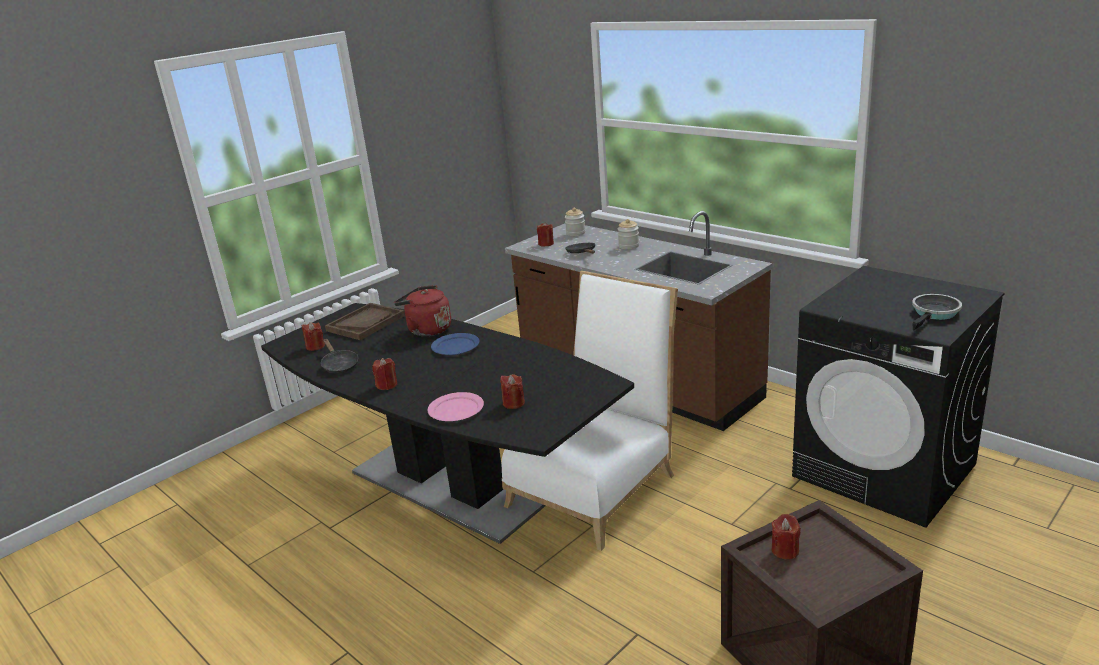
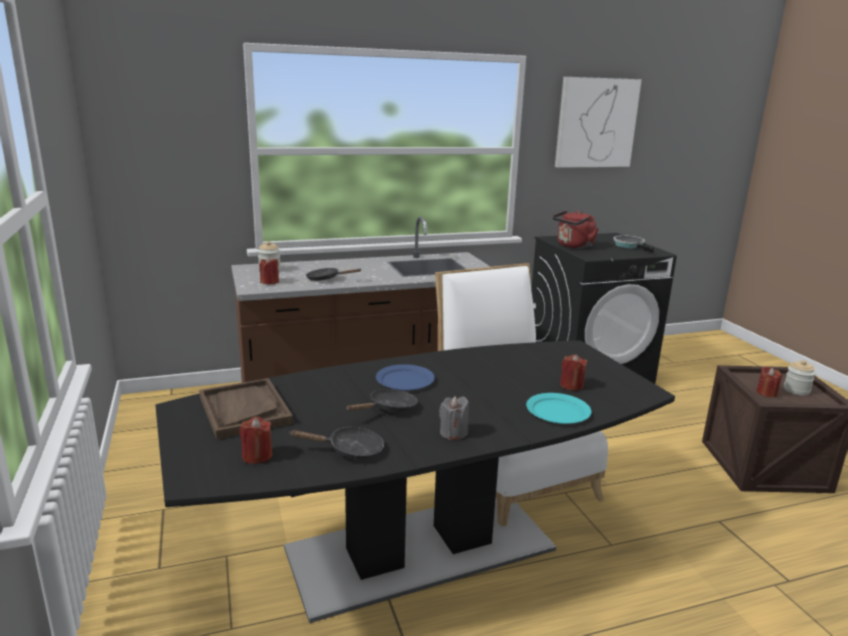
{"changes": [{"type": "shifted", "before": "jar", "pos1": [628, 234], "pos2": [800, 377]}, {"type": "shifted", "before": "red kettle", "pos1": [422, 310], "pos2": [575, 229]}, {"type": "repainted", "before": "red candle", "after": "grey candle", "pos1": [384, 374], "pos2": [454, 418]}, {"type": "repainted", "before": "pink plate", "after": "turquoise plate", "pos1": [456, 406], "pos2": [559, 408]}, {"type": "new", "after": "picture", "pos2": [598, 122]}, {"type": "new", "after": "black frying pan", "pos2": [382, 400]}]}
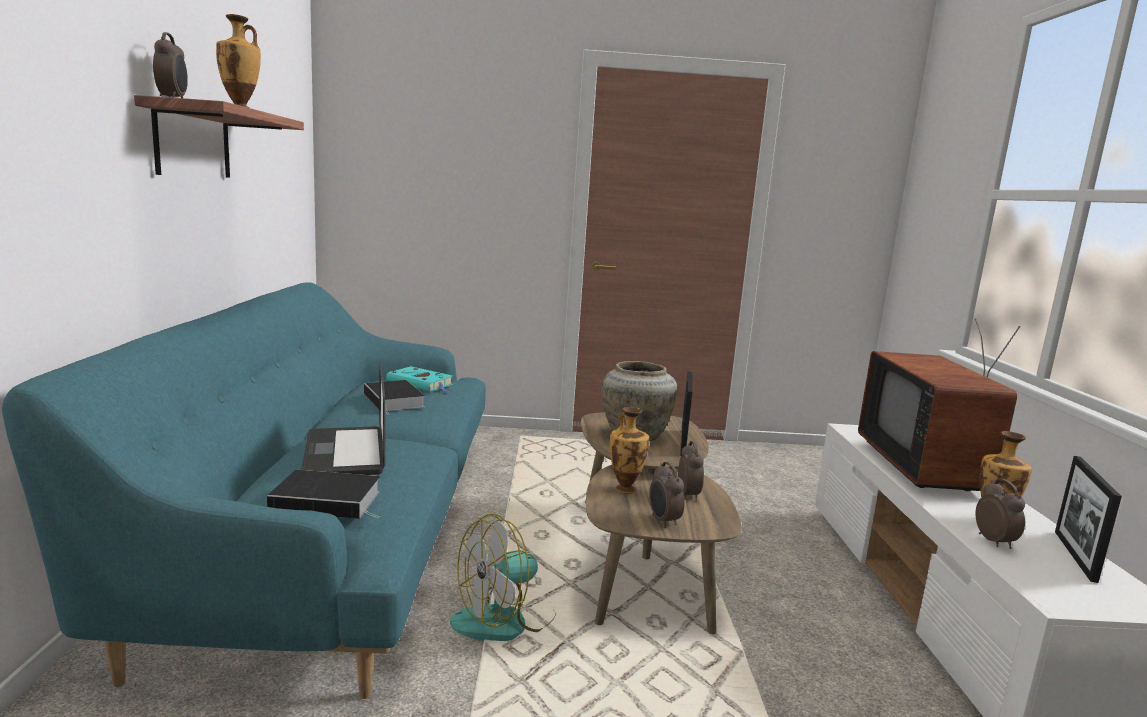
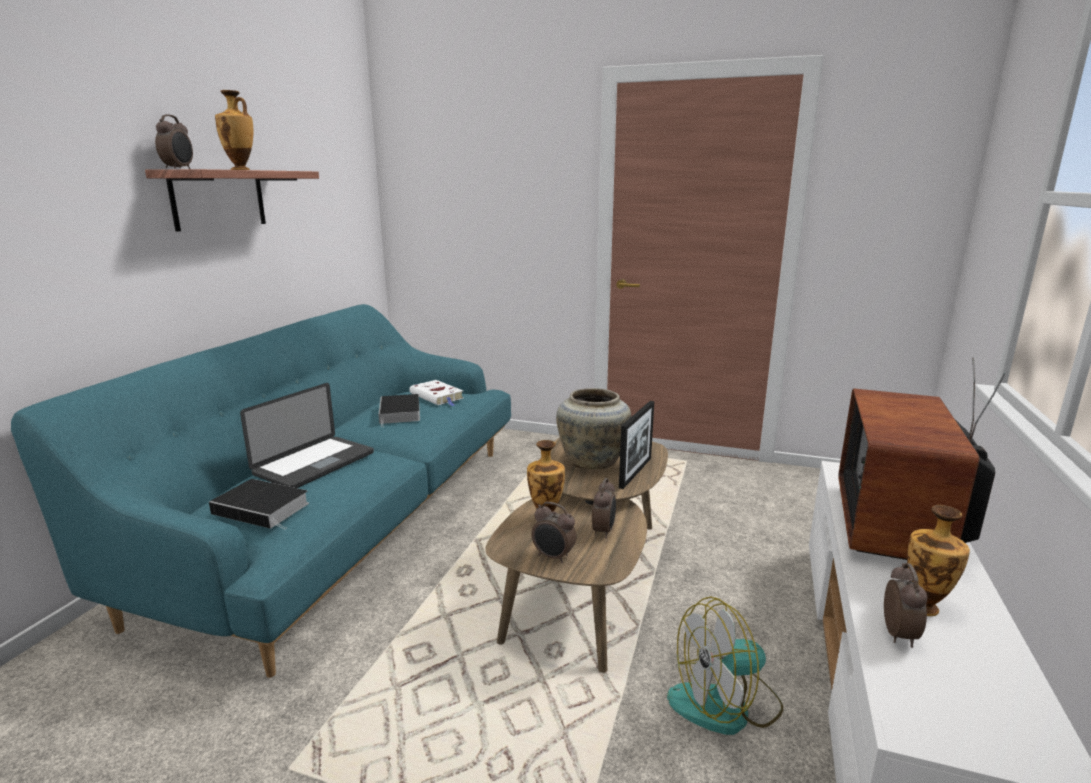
{"changes": [{"type": "rotated", "before": "laptop", "pos1": [343, 419], "pos2": [307, 435], "turn": -150}, {"type": "repainted", "before": "turquoise book", "after": "white book", "pos1": [419, 379], "pos2": [436, 393]}, {"type": "gone", "before": "picture frame", "pos1": [1088, 519]}, {"type": "rotated", "before": "alarm clock", "pos1": [667, 494], "pos2": [553, 532], "turn": -60}, {"type": "shifted", "before": "fan", "pos1": [502, 577], "pos2": [725, 665]}]}
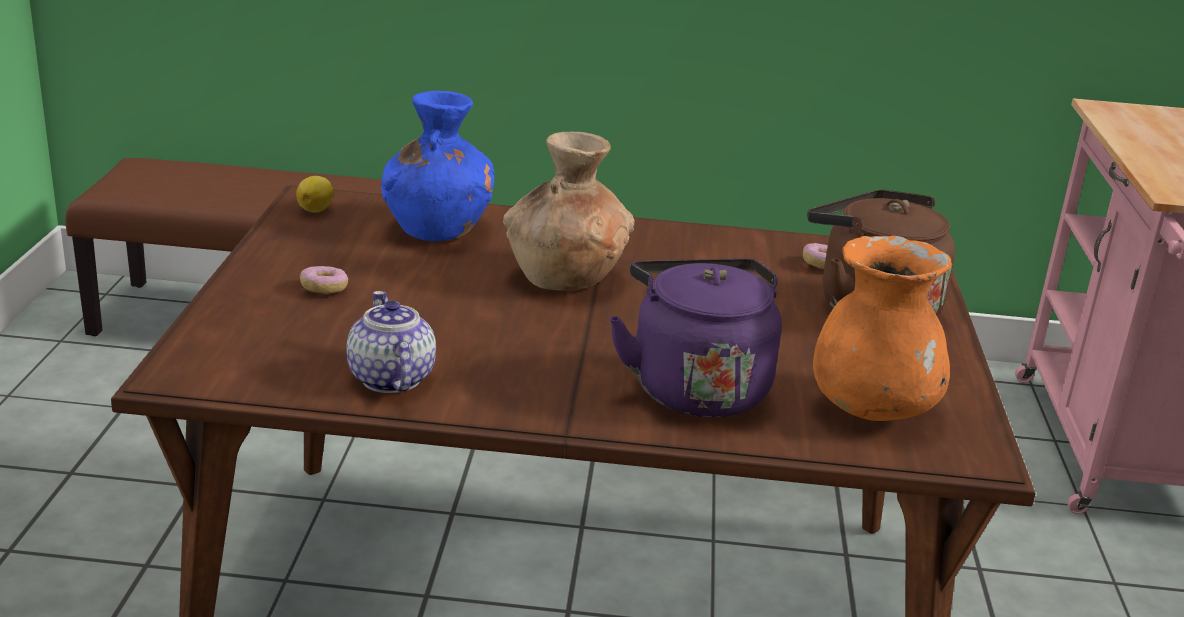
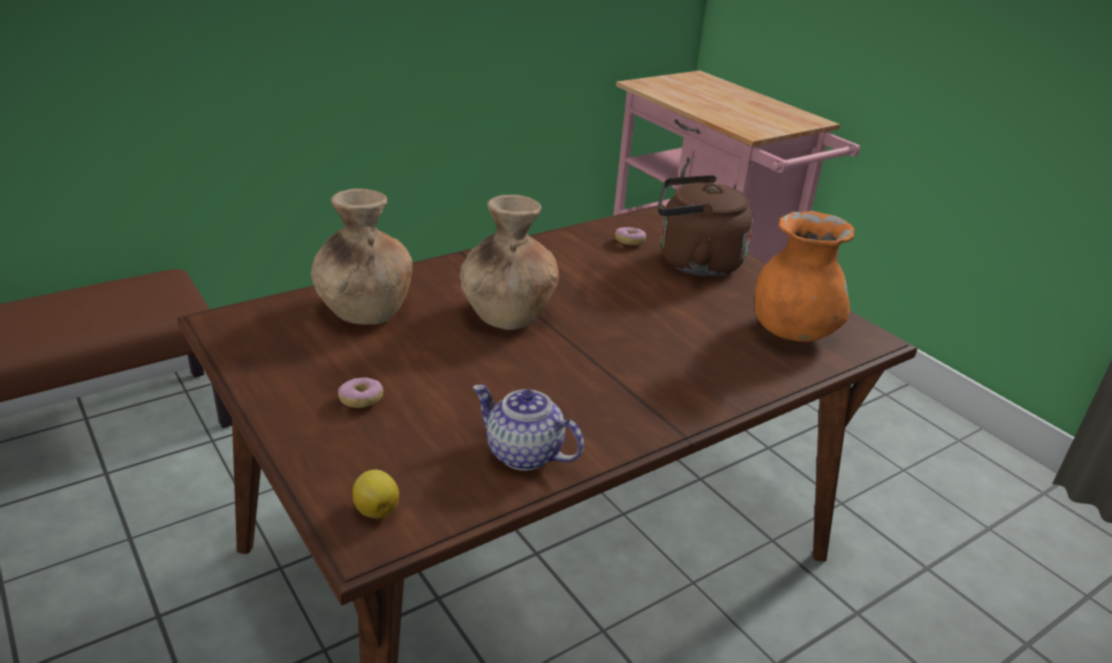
{"changes": [{"type": "repainted", "before": "blue vase", "after": "brown vase", "pos1": [437, 166], "pos2": [362, 256]}, {"type": "shifted", "before": "lemon", "pos1": [315, 194], "pos2": [375, 494]}, {"type": "gone", "before": "purple kettle", "pos1": [695, 337]}]}
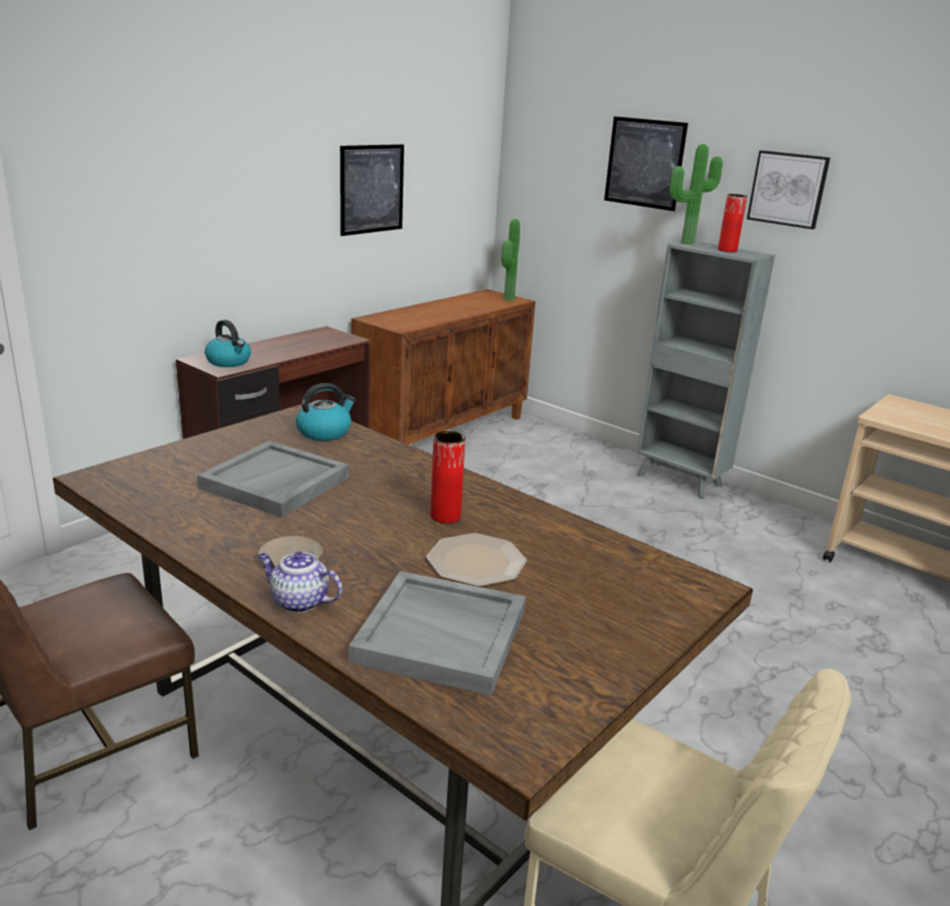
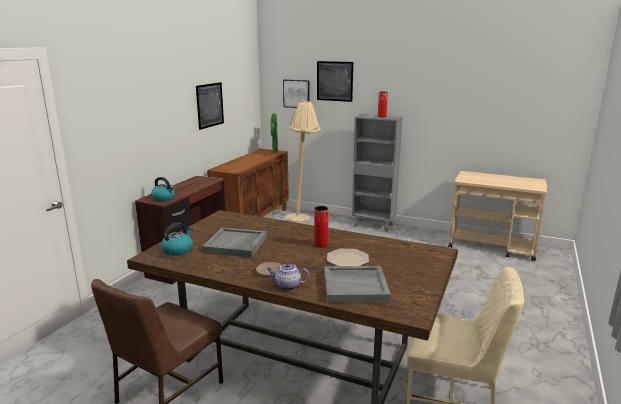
{"changes": [{"type": "gone", "before": "potted plant", "pos1": [696, 194]}, {"type": "shifted", "before": "picture", "pos1": [788, 189], "pos2": [296, 94]}, {"type": "shifted", "before": "kettle", "pos1": [326, 412], "pos2": [177, 239]}, {"type": "new", "after": "beige floor lamp", "pos2": [303, 161]}]}
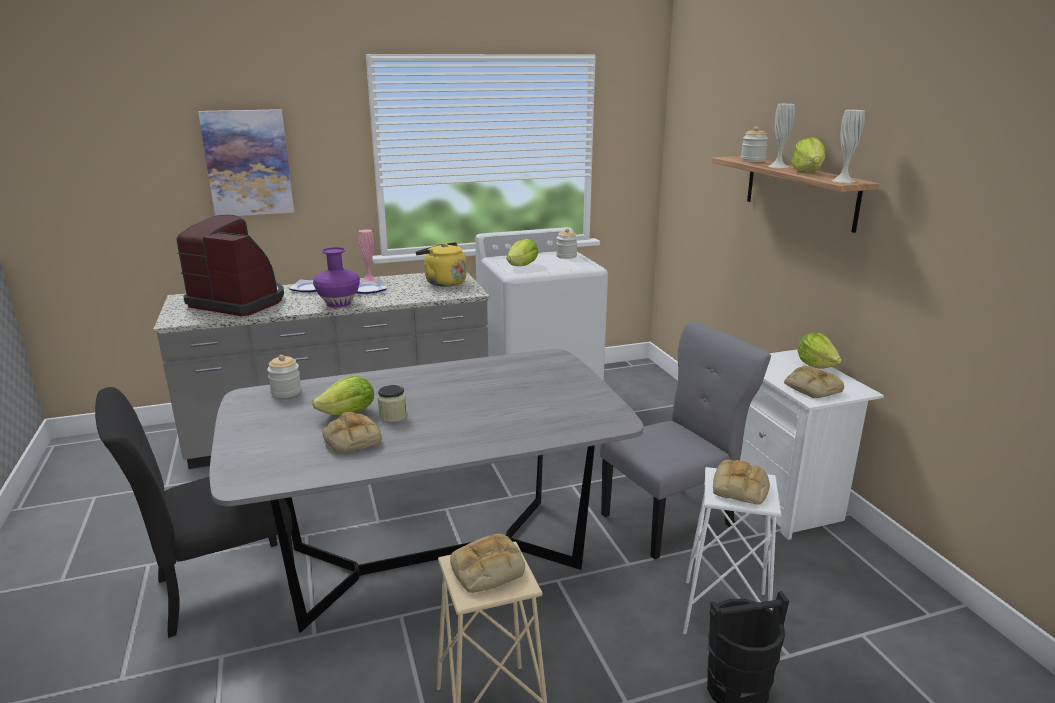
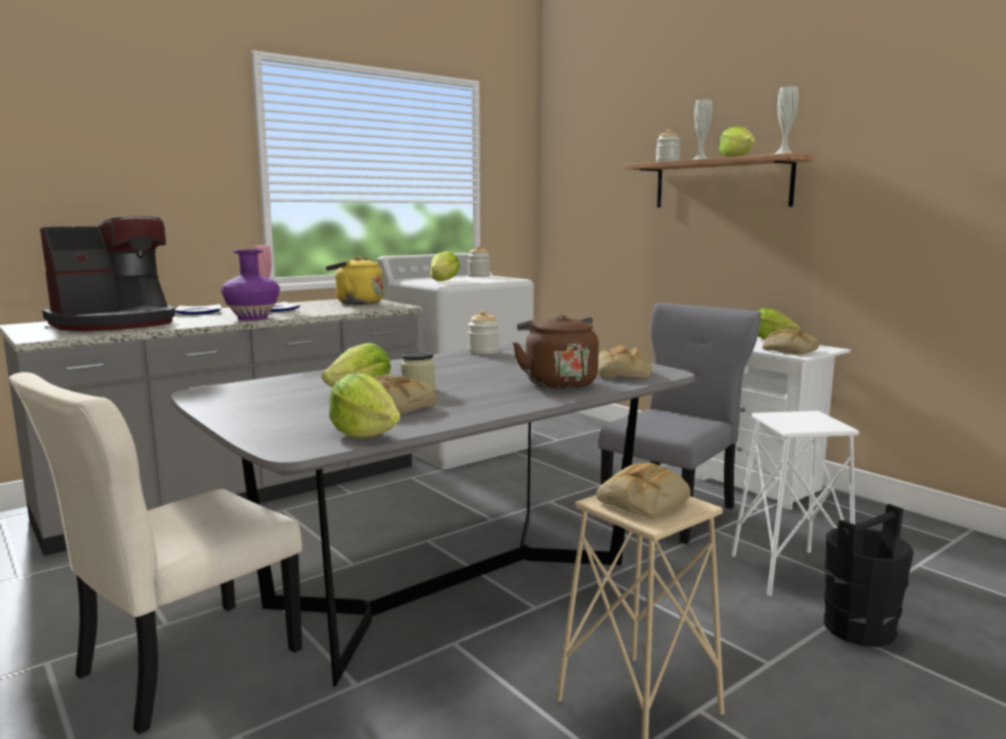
{"changes": [{"type": "gone", "before": "picture", "pos1": [246, 162]}, {"type": "rotated", "before": "coffee machine", "pos1": [230, 265], "pos2": [107, 273], "turn": 135}, {"type": "shifted", "before": "jar", "pos1": [284, 376], "pos2": [483, 332]}, {"type": "repainted", "before": "black chair", "after": "beige chair", "pos1": [195, 512], "pos2": [155, 553]}, {"type": "shifted", "before": "bread", "pos1": [741, 482], "pos2": [624, 361]}, {"type": "new", "after": "brown kettle", "pos2": [556, 351]}, {"type": "new", "after": "lettuce", "pos2": [364, 406]}]}
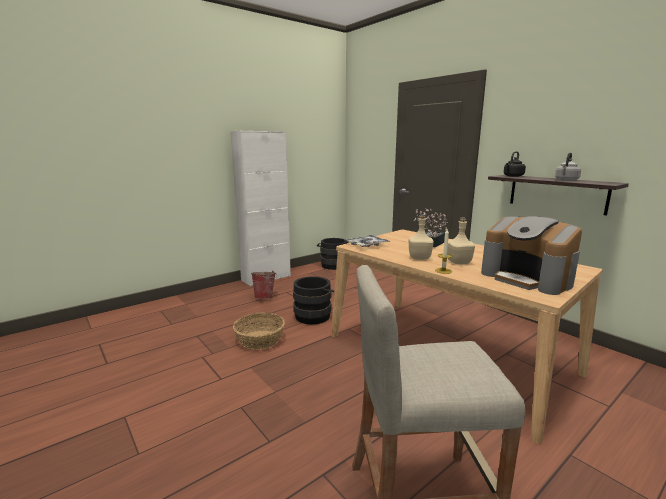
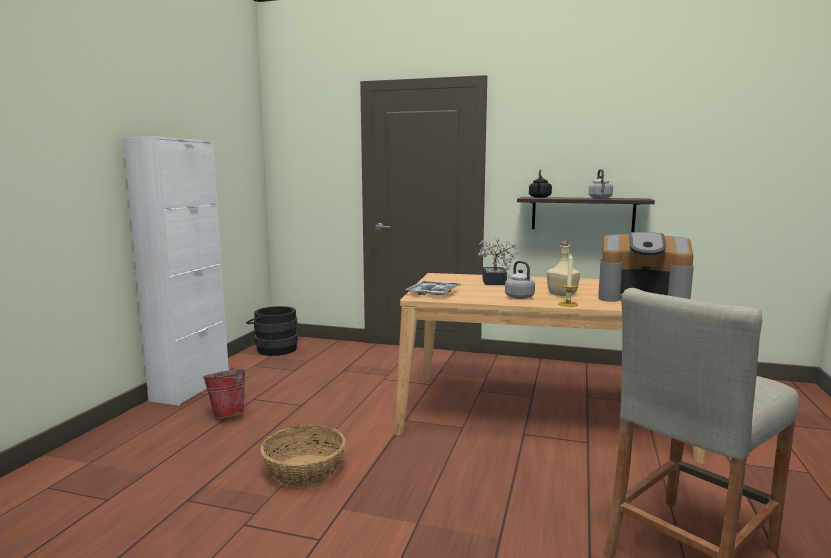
{"changes": [{"type": "swapped", "before": "beige bottle", "after": "grey kettle", "pos1": [421, 237], "pos2": [520, 280]}, {"type": "gone", "before": "black bucket", "pos1": [314, 300]}]}
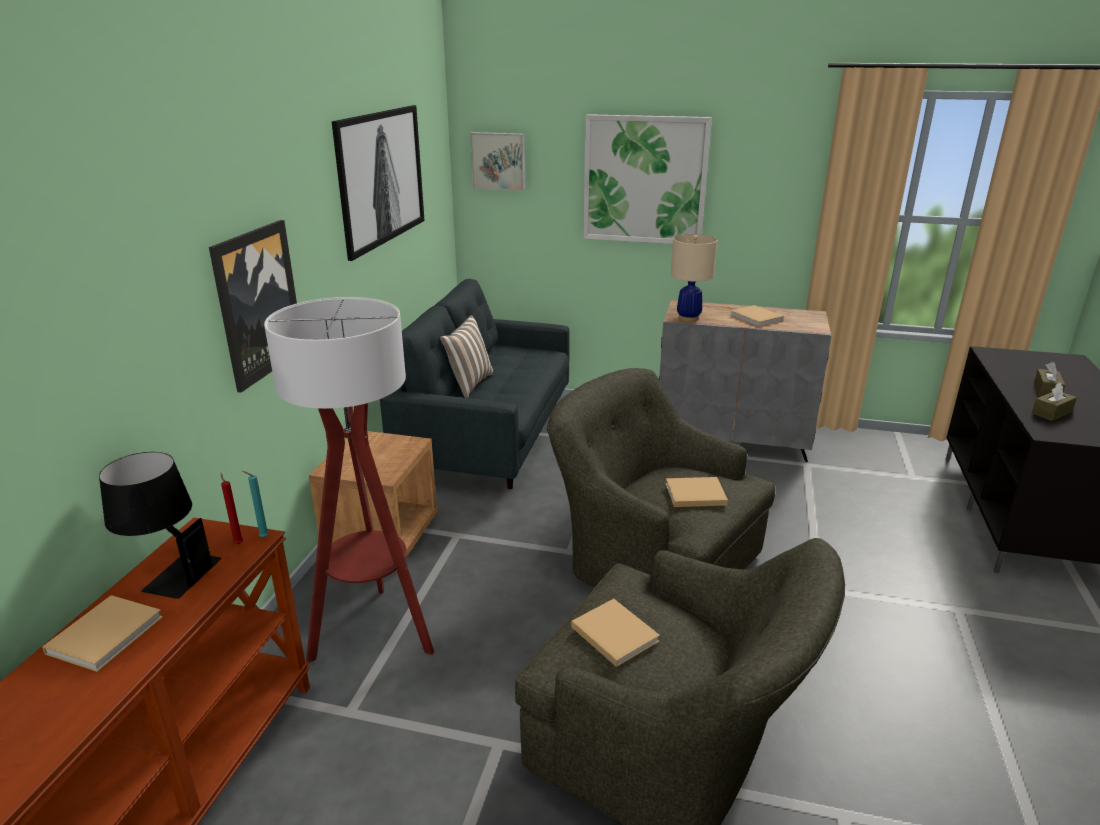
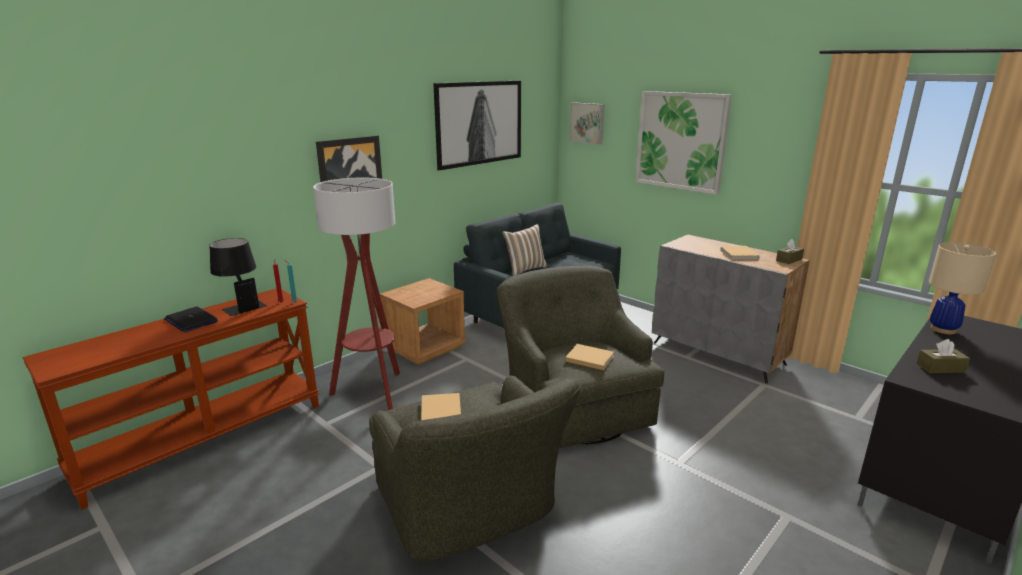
{"changes": [{"type": "shifted", "before": "beige table lamp", "pos1": [694, 278], "pos2": [962, 288]}, {"type": "shifted", "before": "brown tissue box", "pos1": [1049, 379], "pos2": [790, 251]}, {"type": "swapped", "before": "beige book", "after": "laptop", "pos1": [102, 633], "pos2": [191, 319]}]}
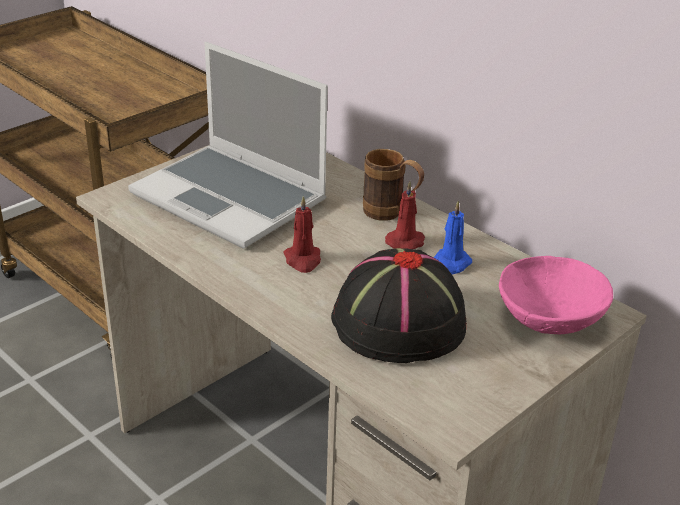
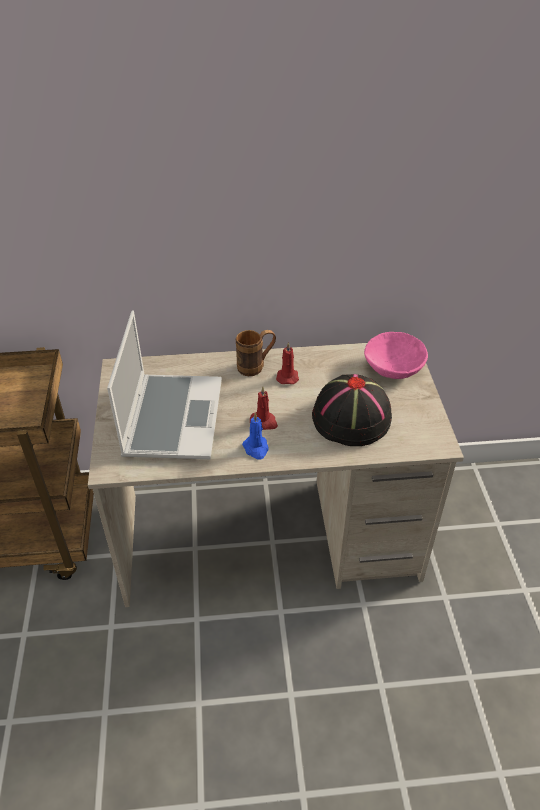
{"changes": [{"type": "rotated", "before": "laptop", "pos1": [228, 145], "pos2": [164, 384], "turn": -75}, {"type": "shifted", "before": "blue candle", "pos1": [452, 238], "pos2": [255, 436]}]}
